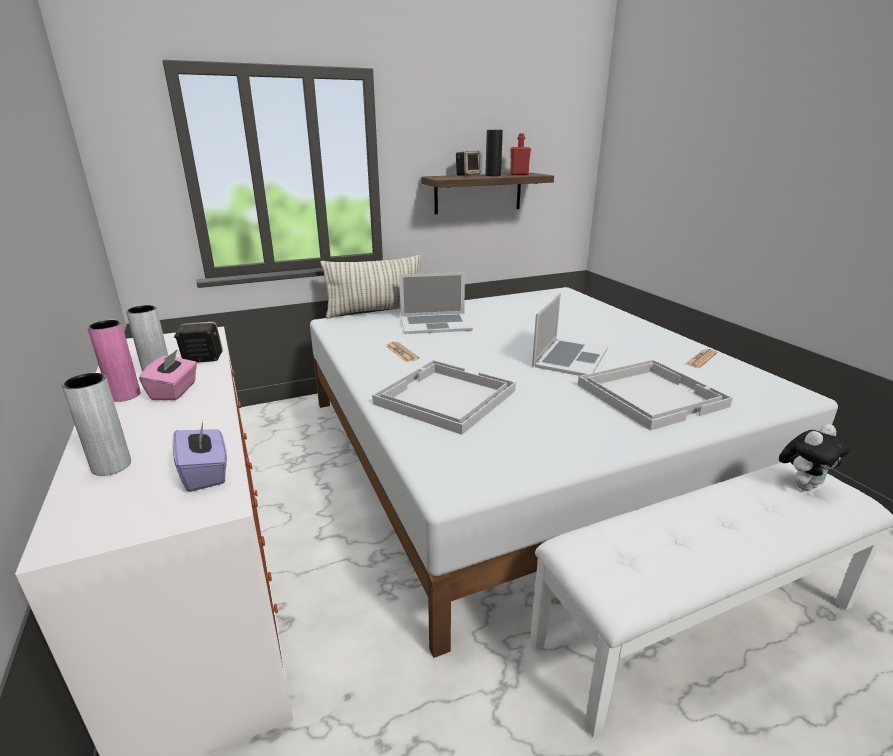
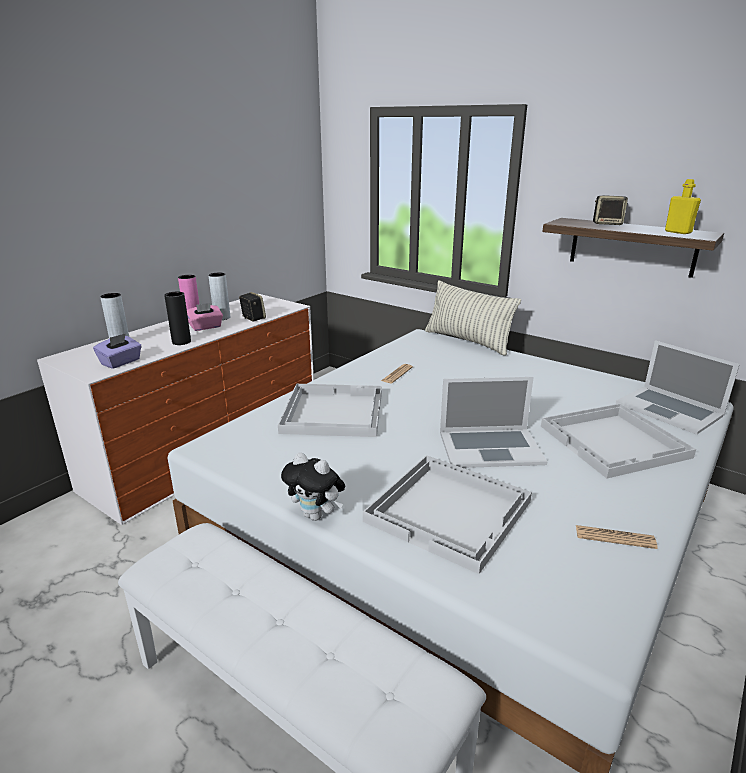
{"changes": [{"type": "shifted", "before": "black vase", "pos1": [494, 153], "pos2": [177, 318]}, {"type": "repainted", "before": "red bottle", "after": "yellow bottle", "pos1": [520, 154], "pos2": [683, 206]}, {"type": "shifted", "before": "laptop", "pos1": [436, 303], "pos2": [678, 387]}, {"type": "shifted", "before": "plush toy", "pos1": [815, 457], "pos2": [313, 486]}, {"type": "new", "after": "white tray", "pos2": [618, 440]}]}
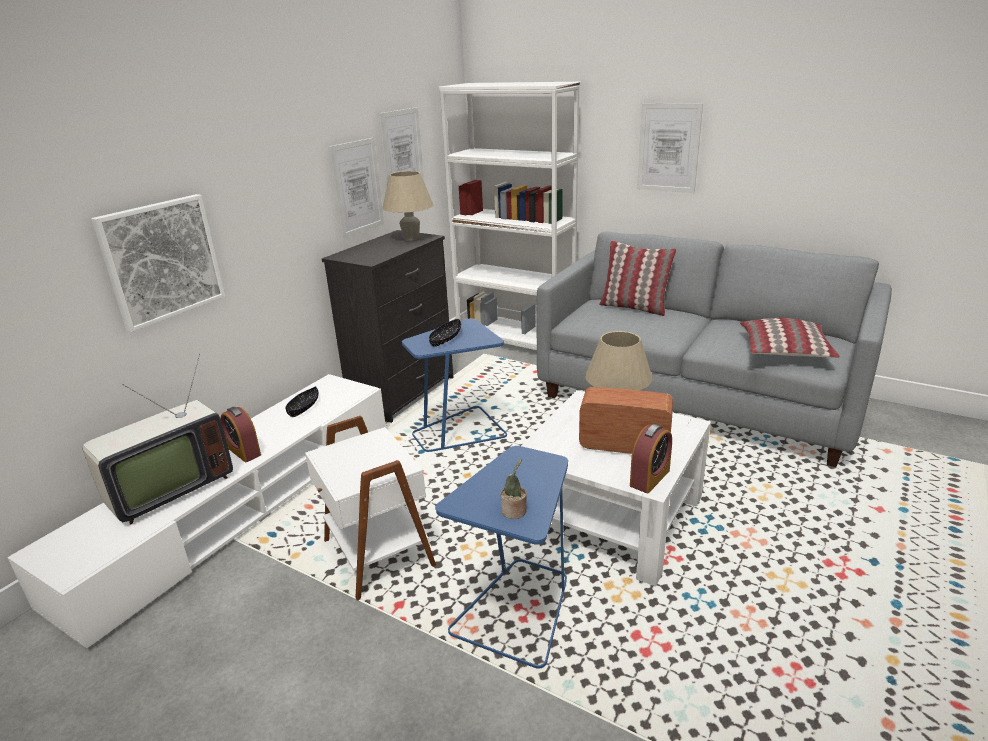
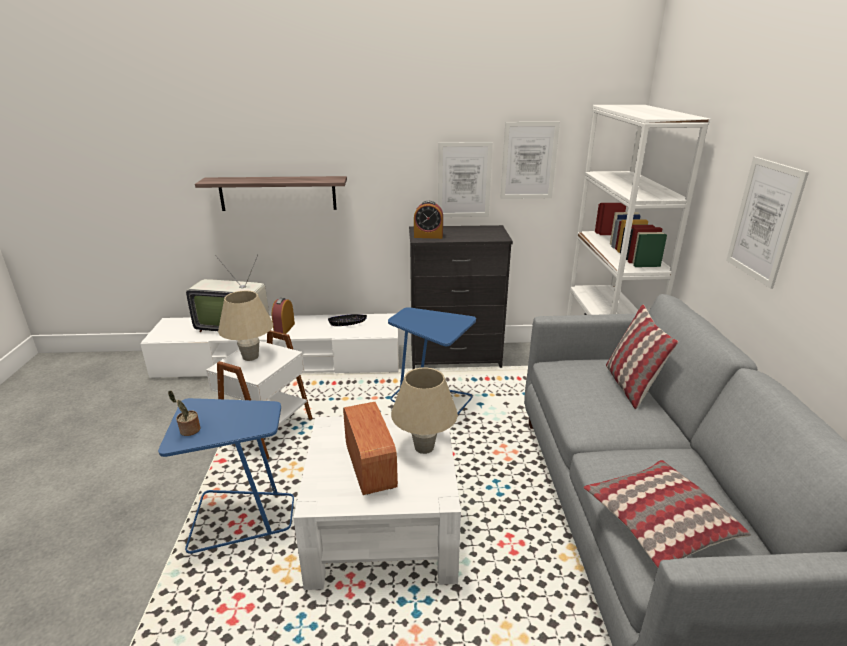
{"changes": [{"type": "shifted", "before": "beige table lamp", "pos1": [408, 206], "pos2": [245, 326]}, {"type": "swapped", "before": "picture", "after": "shelf", "pos1": [158, 263], "pos2": [271, 193]}, {"type": "gone", "before": "black bowl", "pos1": [445, 333]}, {"type": "shifted", "before": "alarm clock", "pos1": [651, 458], "pos2": [428, 220]}]}
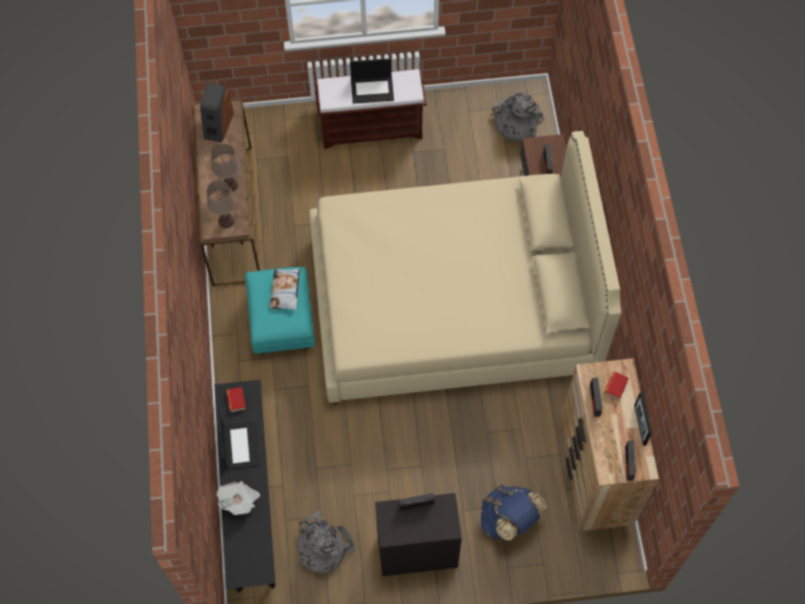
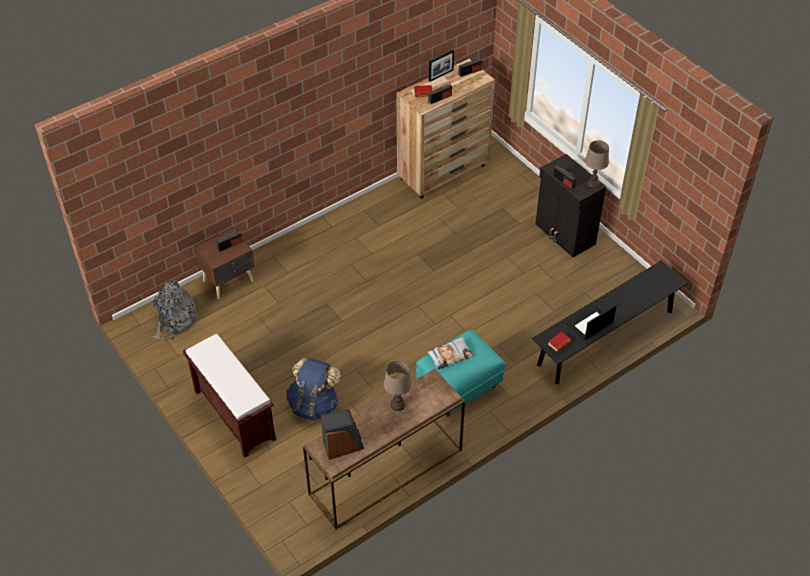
{"changes": [{"type": "gone", "before": "laptop", "pos1": [372, 81]}, {"type": "gone", "before": "beige bed", "pos1": [465, 268]}, {"type": "shifted", "before": "brown table lamp", "pos1": [221, 204], "pos2": [597, 164]}, {"type": "gone", "before": "newspaper", "pos1": [238, 498]}, {"type": "shifted", "before": "blue backpack", "pos1": [514, 512], "pos2": [313, 389]}, {"type": "gone", "before": "grey backpack", "pos1": [326, 542]}]}
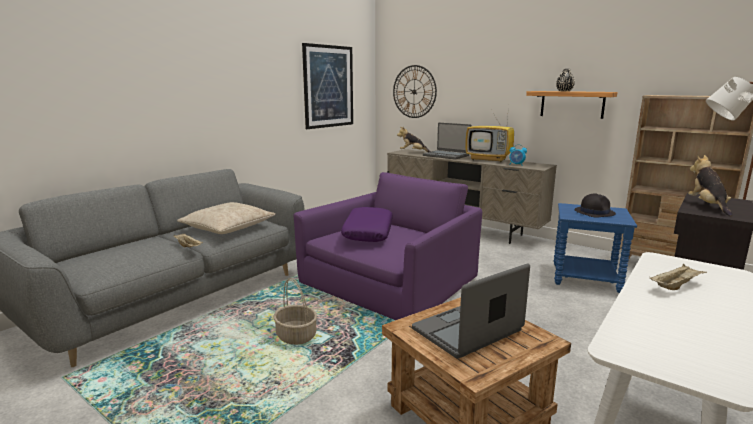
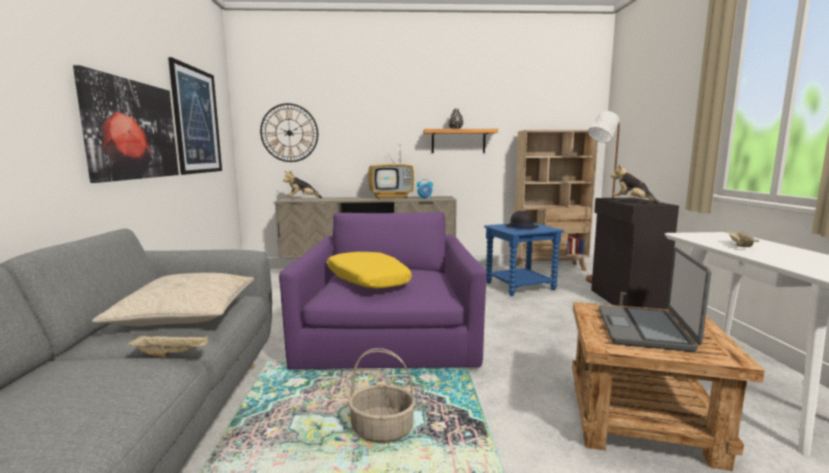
{"changes": [{"type": "gone", "before": "laptop", "pos1": [447, 141]}, {"type": "repainted", "before": "purple pillow", "after": "yellow pillow", "pos1": [367, 224], "pos2": [369, 270]}, {"type": "new", "after": "picture", "pos2": [126, 124]}]}
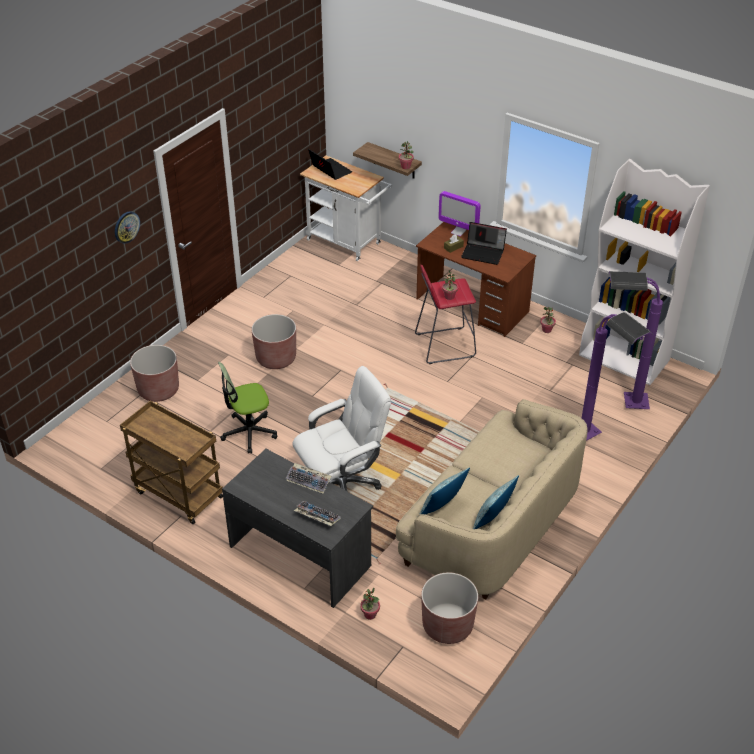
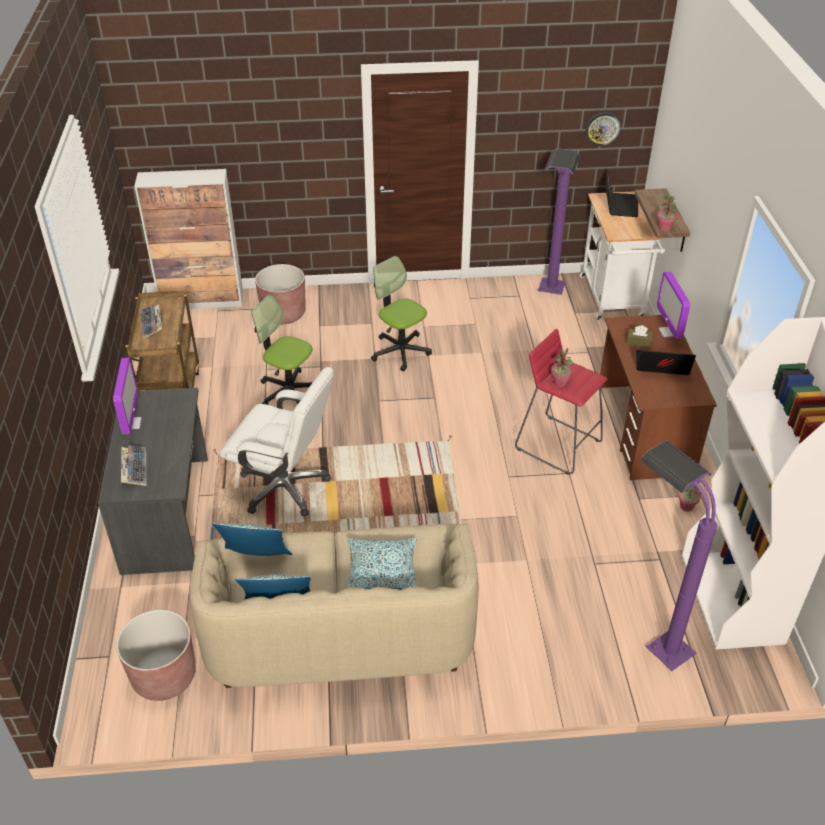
{"changes": [{"type": "shifted", "before": "wall clock", "pos1": [127, 227], "pos2": [602, 129]}, {"type": "rotated", "before": "laptop", "pos1": [484, 243], "pos2": [666, 362], "turn": 120}, {"type": "shifted", "before": "purple floor lamp", "pos1": [617, 376], "pos2": [559, 222]}, {"type": "swapped", "before": "brown planter", "after": "office chair", "pos1": [273, 341], "pos2": [401, 313]}, {"type": "shifted", "before": "keyboard", "pos1": [308, 478], "pos2": [151, 321]}, {"type": "gone", "before": "potted plant", "pos1": [370, 603]}, {"type": "new", "after": "cabinet", "pos2": [188, 239]}, {"type": "new", "after": "monitor", "pos2": [127, 396]}, {"type": "new", "after": "pillow", "pos2": [381, 564]}]}
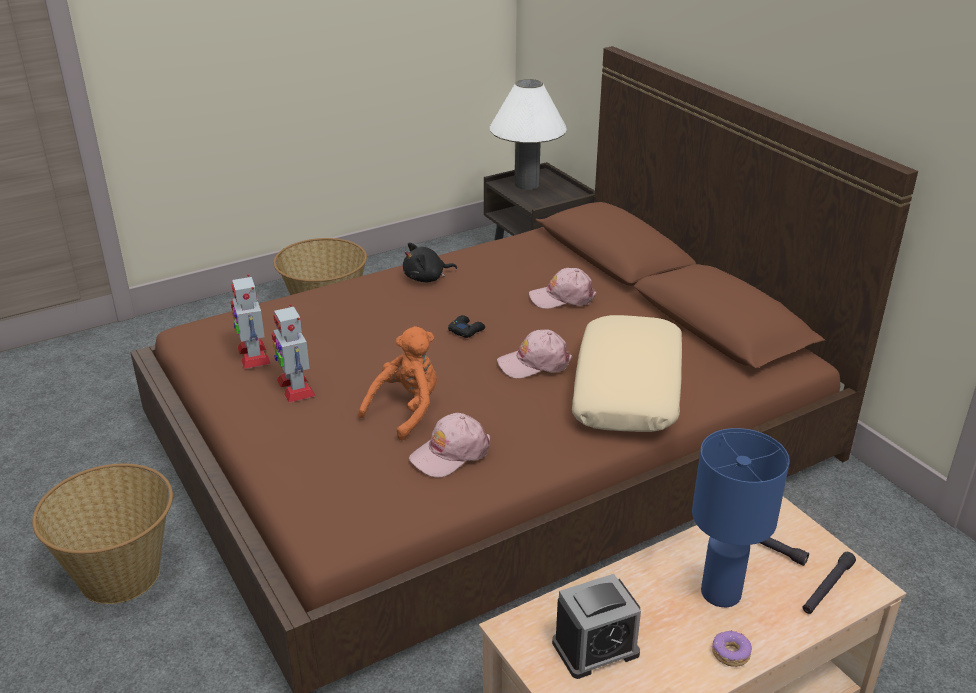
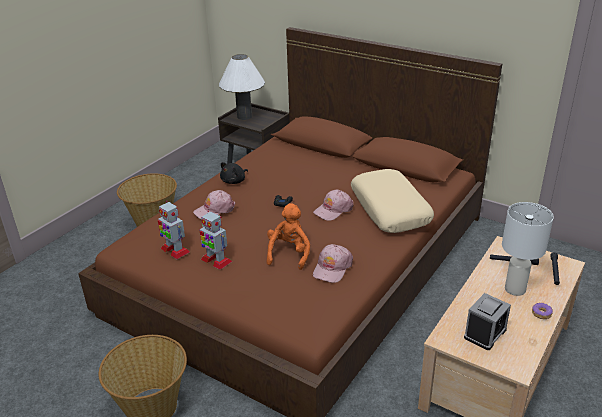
{"changes": [{"type": "shifted", "before": "pink cap", "pos1": [562, 288], "pos2": [214, 205]}, {"type": "repainted", "before": "blue table lamp", "after": "white table lamp", "pos1": [741, 517], "pos2": [528, 249]}]}
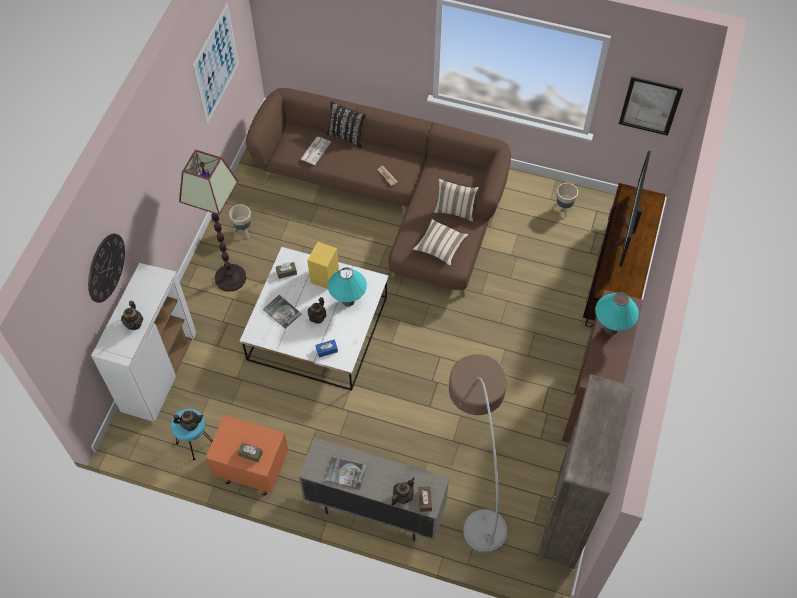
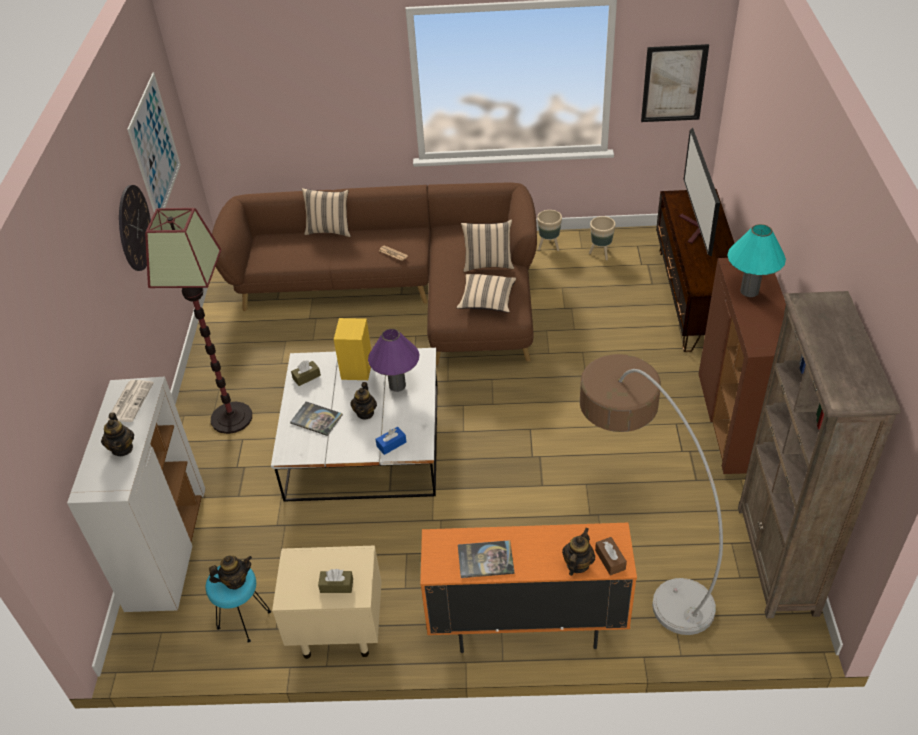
{"changes": [{"type": "repainted", "before": "black pillow", "after": "beige pillow", "pos1": [346, 124], "pos2": [326, 212]}, {"type": "shifted", "before": "newspaper", "pos1": [316, 151], "pos2": [130, 401]}, {"type": "shifted", "before": "beige planter", "pos1": [240, 221], "pos2": [549, 230]}, {"type": "shifted", "before": "wall clock", "pos1": [106, 268], "pos2": [135, 228]}, {"type": "repainted", "before": "turquoise table lamp", "after": "purple table lamp", "pos1": [347, 287], "pos2": [393, 360]}, {"type": "repainted", "before": "orange nightstand", "after": "beige nightstand", "pos1": [247, 455], "pos2": [327, 602]}, {"type": "repainted", "before": "beige cabinet", "after": "orange cabinet", "pos1": [374, 489], "pos2": [528, 588]}]}
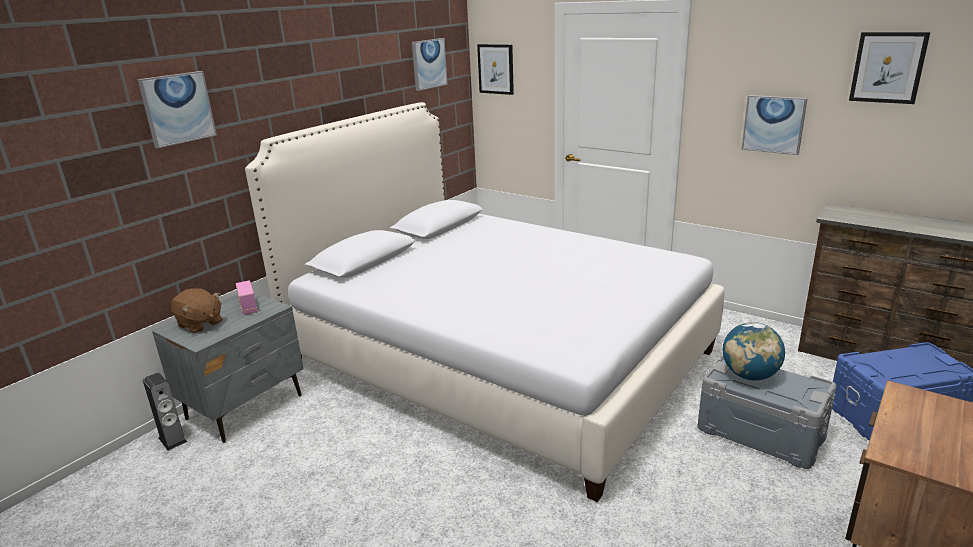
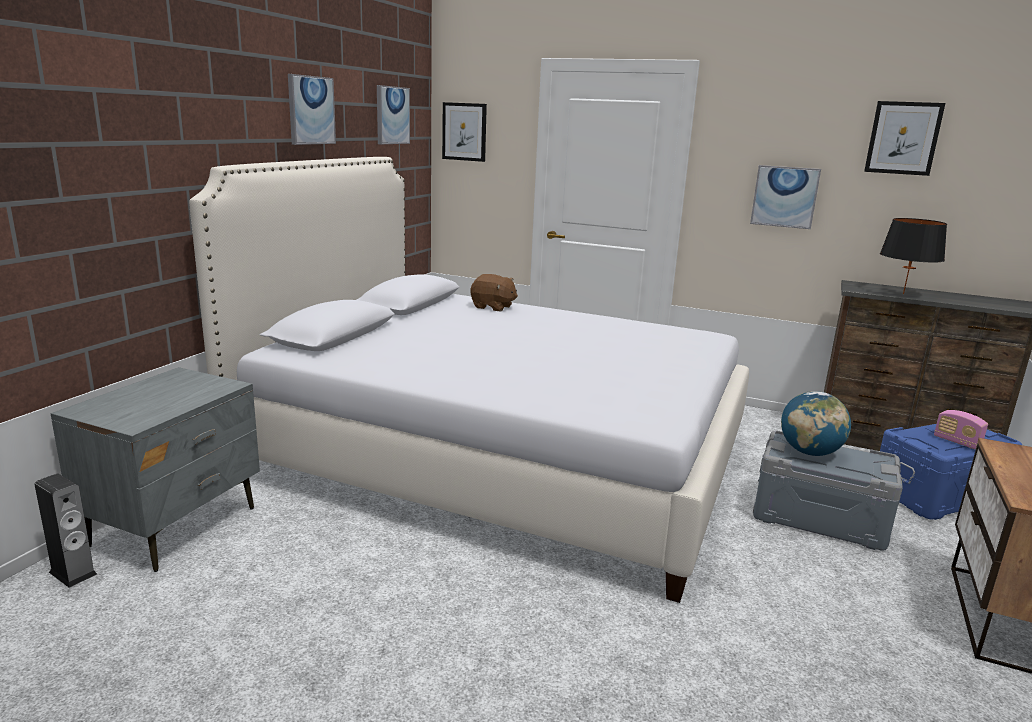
{"changes": [{"type": "shifted", "before": "picture", "pos1": [177, 109], "pos2": [312, 109]}, {"type": "shifted", "before": "radio", "pos1": [246, 298], "pos2": [961, 430]}, {"type": "shifted", "before": "brown plush toy", "pos1": [197, 310], "pos2": [494, 293]}, {"type": "new", "after": "black table lamp", "pos2": [913, 256]}]}
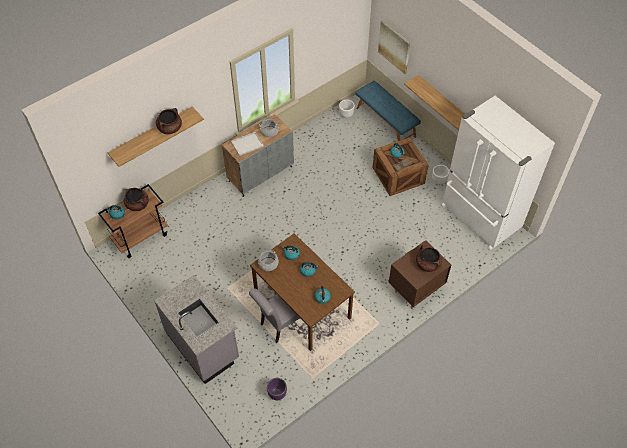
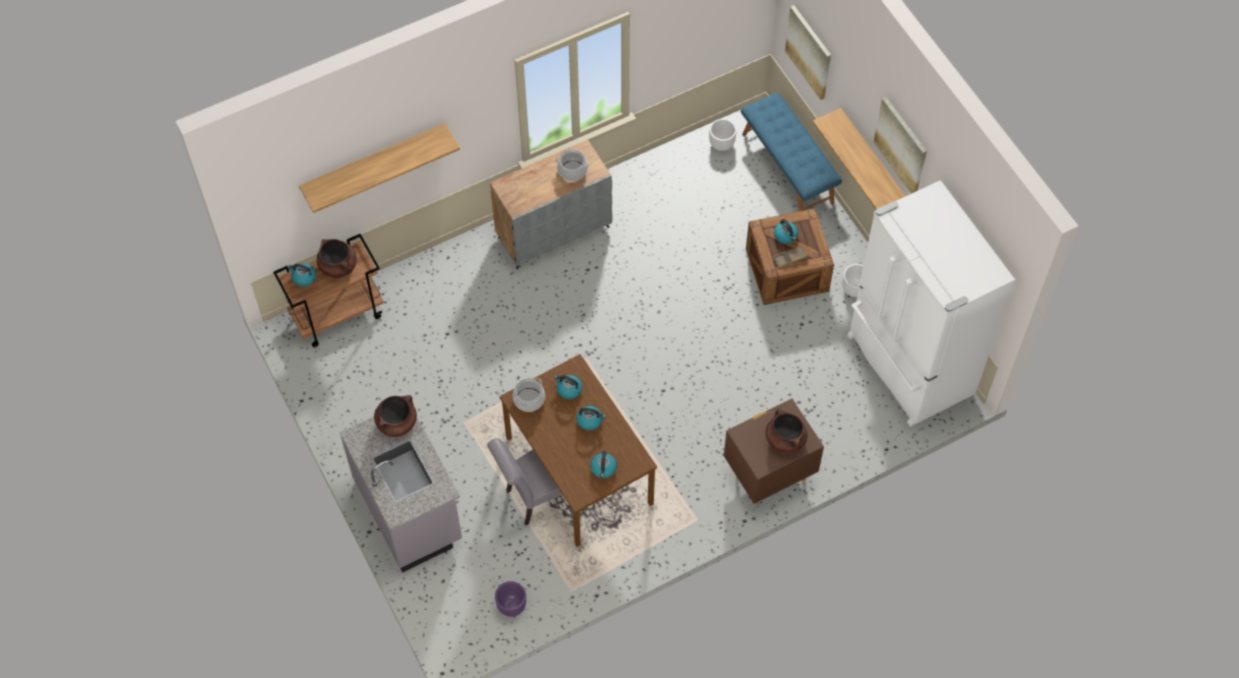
{"changes": [{"type": "shifted", "before": "brown cooking pot", "pos1": [169, 121], "pos2": [395, 416]}, {"type": "gone", "before": "white tray", "pos1": [247, 144]}, {"type": "new", "after": "picture", "pos2": [900, 145]}]}
